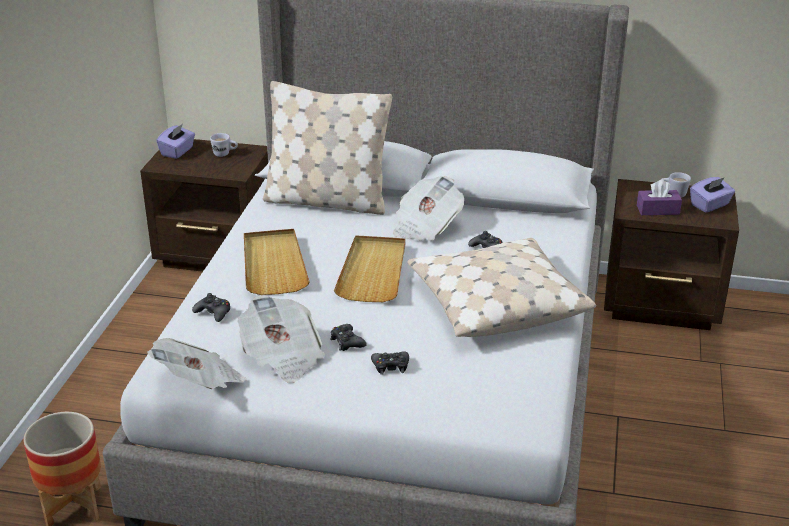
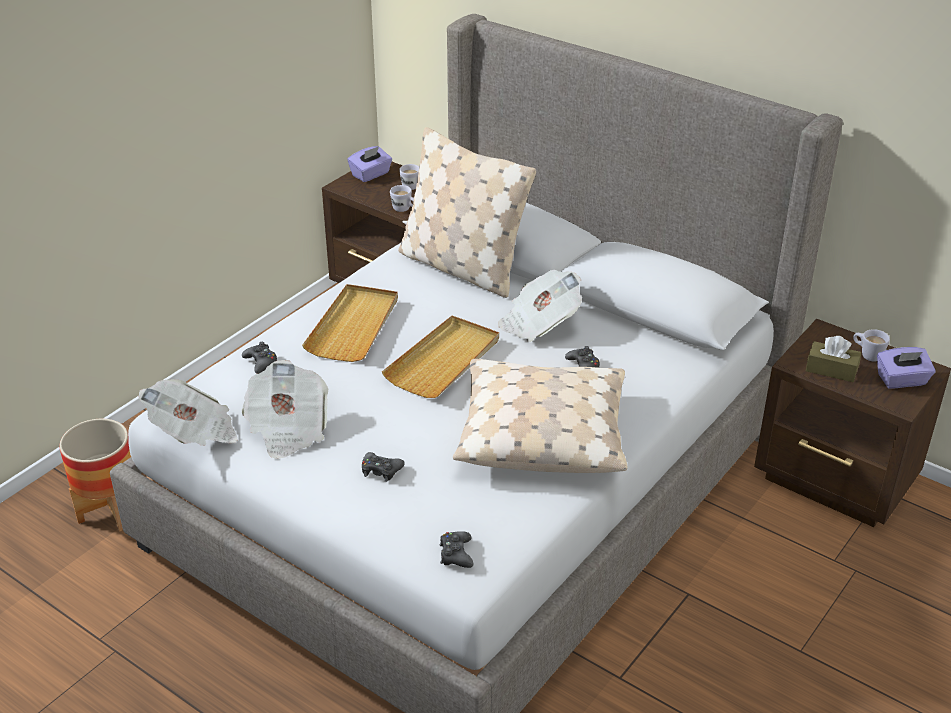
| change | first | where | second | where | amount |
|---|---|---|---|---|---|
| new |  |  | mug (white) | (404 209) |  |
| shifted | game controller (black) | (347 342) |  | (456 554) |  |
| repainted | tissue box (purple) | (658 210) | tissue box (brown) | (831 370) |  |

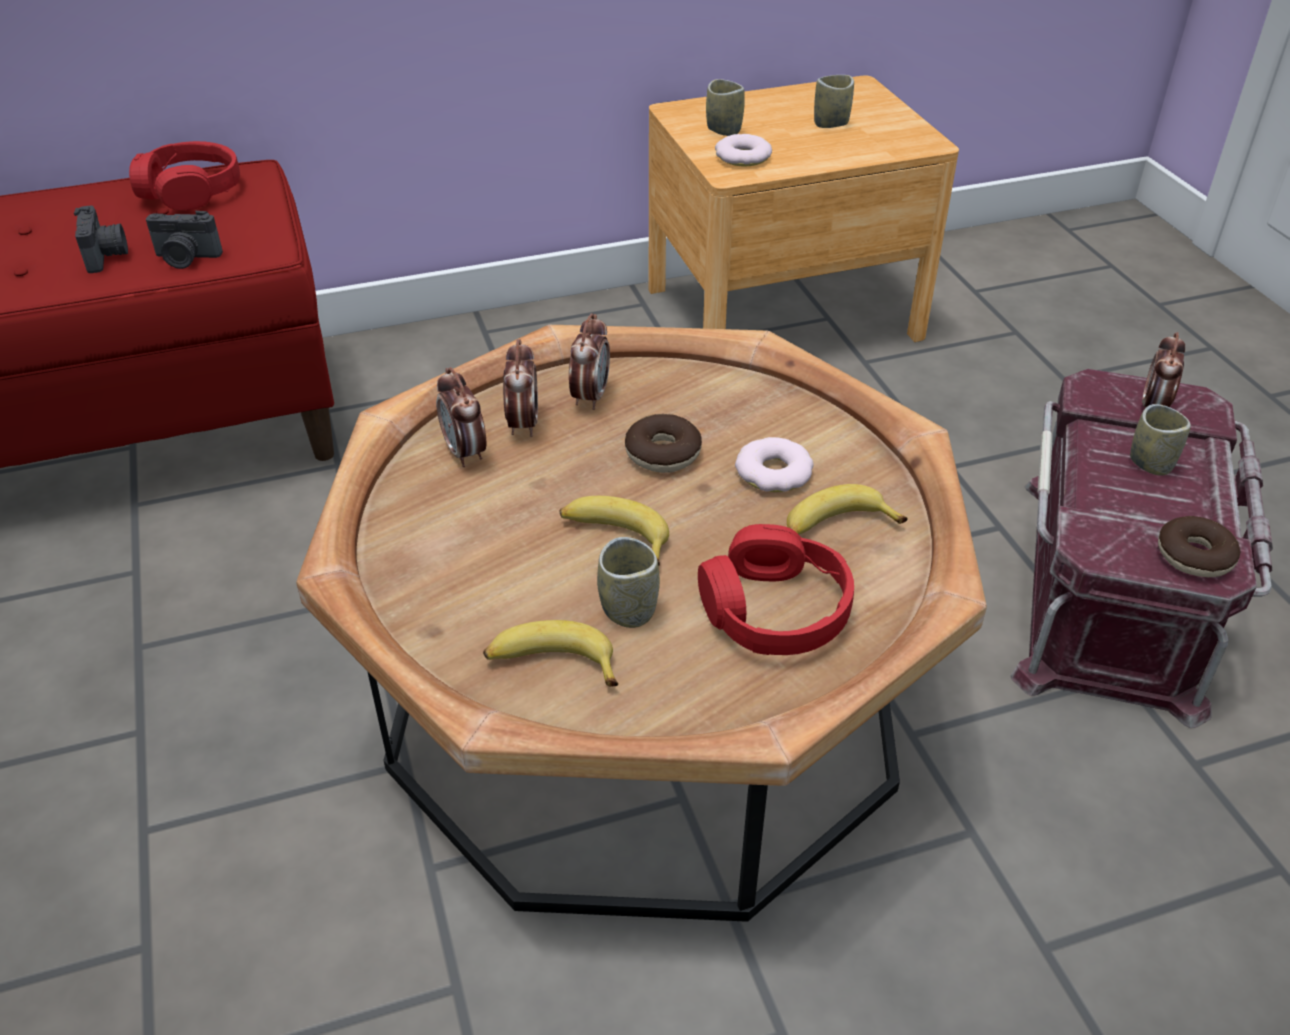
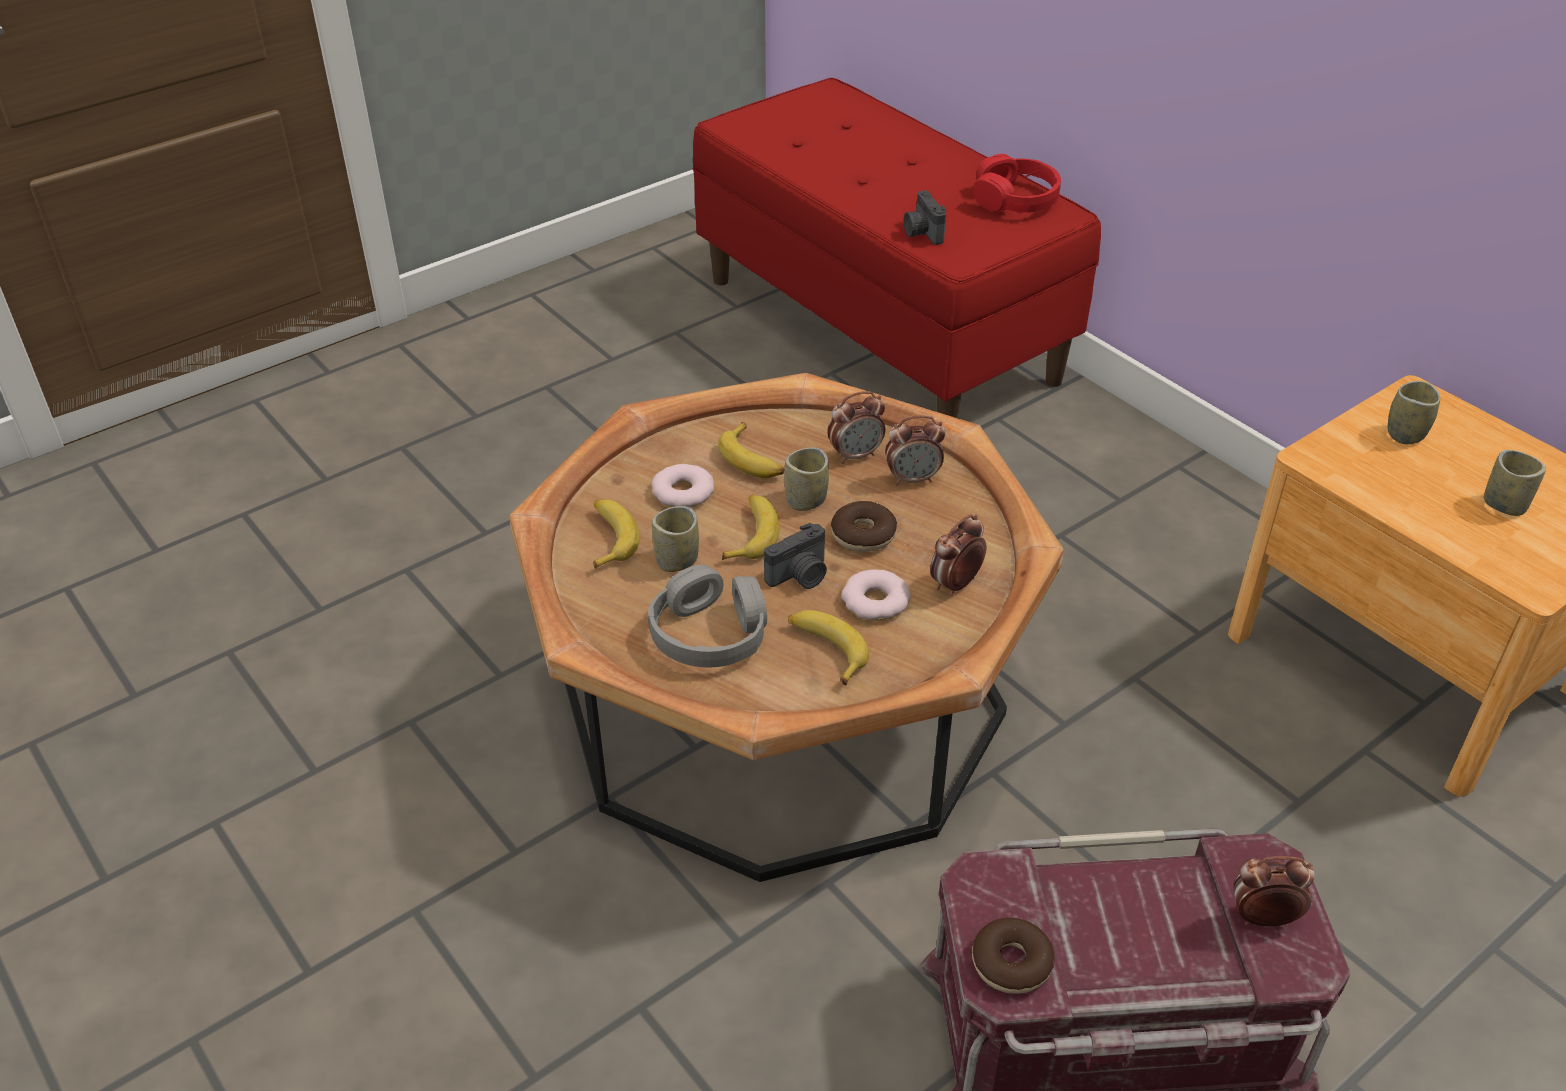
| change | first | where | second | where | amount |
|---|---|---|---|---|---|
| repainted | headphones (red) | (774 610) | headphones (grey) | (710 633) |  |
| shifted | donut | (743 157) |  | (682 492) |  |
| new |  |  | banana | (753 460) |  |
| shifted | photo camera | (107 255) |  | (800 576) |  |
| shifted | cup | (1151 463) |  | (806 500) |  |
| shifted | alarm clock | (465 453) |  | (955 584) |  |

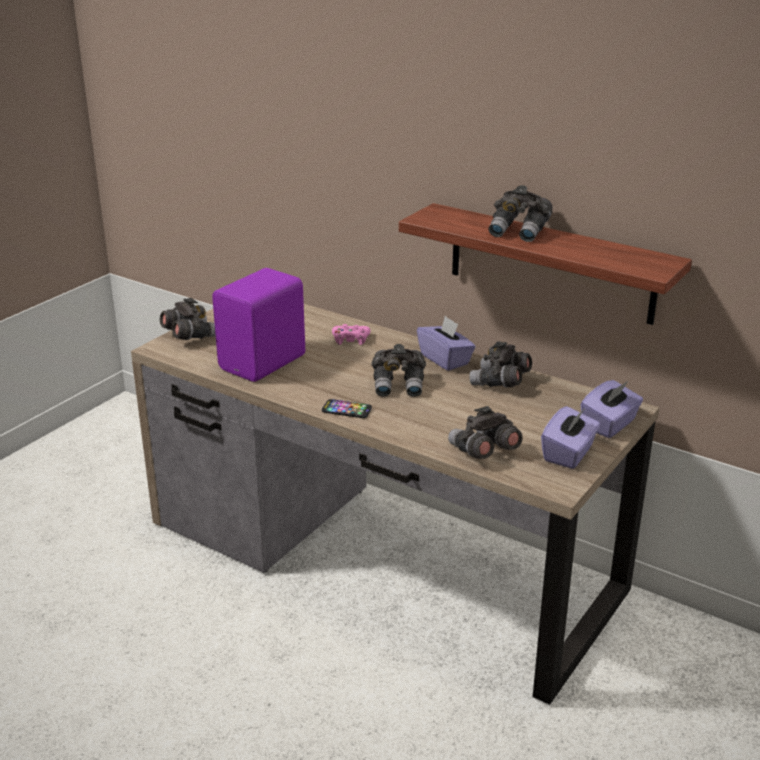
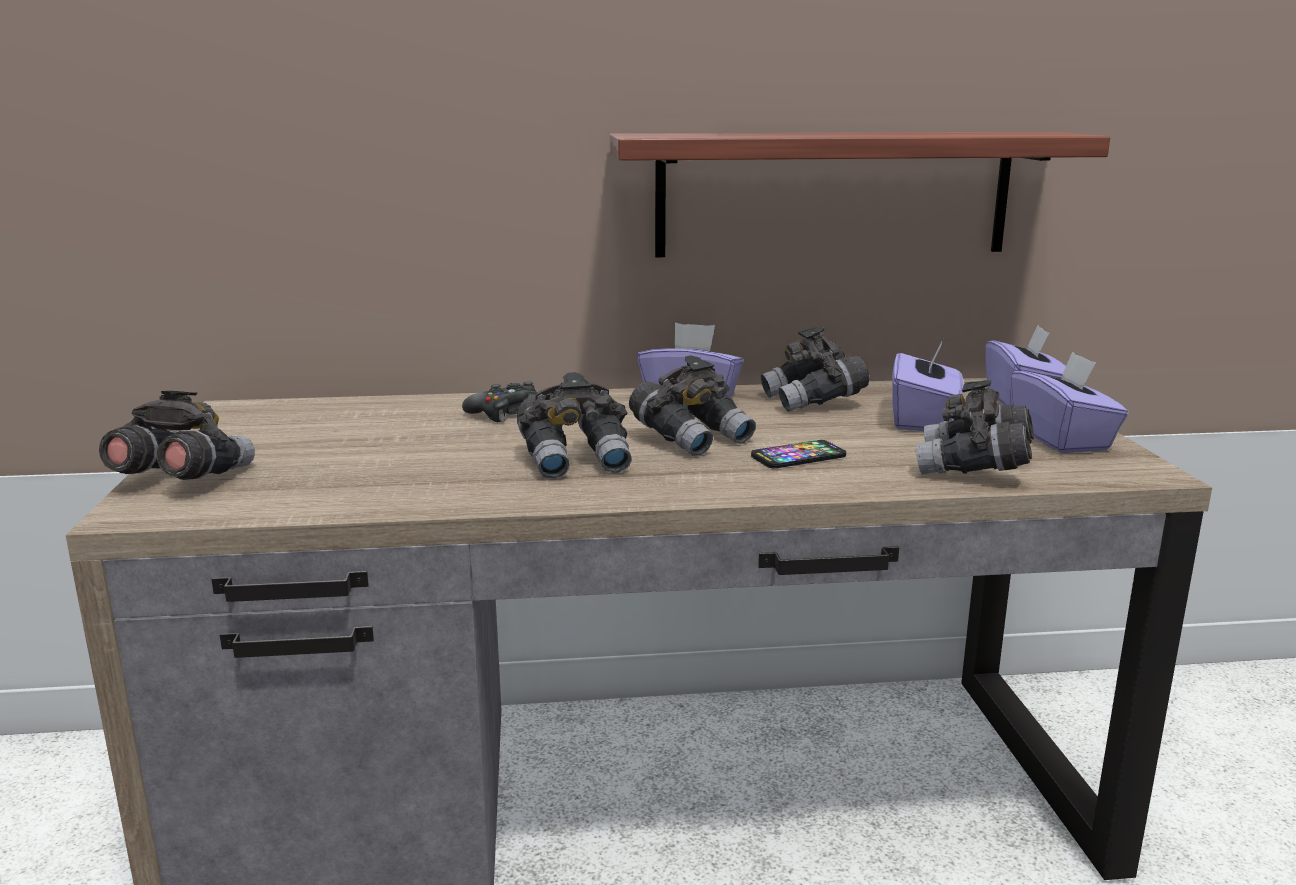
| change | first | where | second | where | amount |
|---|---|---|---|---|---|
| repainted | game controller (pink) | (350 339) | game controller (black) | (505 413) |  |
| shifted | binoculars (grey) | (519 232) |  | (576 461) |  |
| shifted | phone | (346 410) |  | (798 456) |  |
| new |  |  | tissue box (purple) | (923 420) |  |
| gone | speaker (purple) | (265 363) |  |  |  |

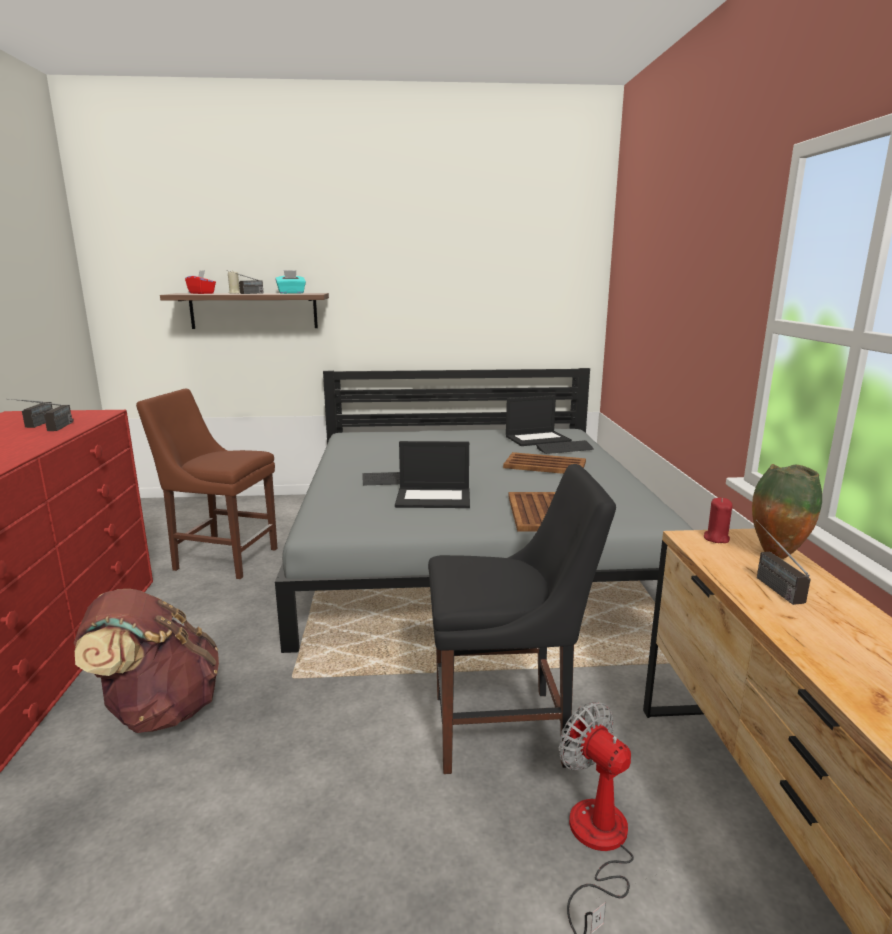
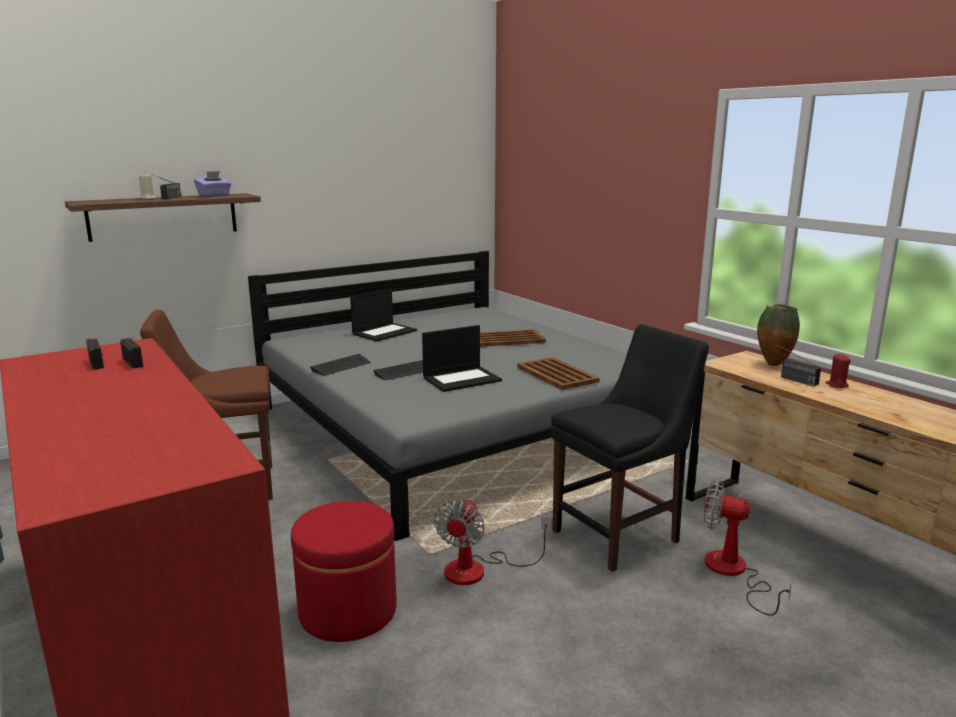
| change | first | where | second | where | amount |
|---|---|---|---|---|---|
| repainted | tissue box (turquoise) | (291 293) | tissue box (purple) | (214 195) |  |
| swapped | backpack (brown) | (159 710) | ottoman (red) | (348 611) |  |
| shifted | keyboard | (565 448) |  | (341 366) |  |
| shifted | laptop | (538 438) |  | (384 332) |  |
| new |  |  | fan | (478 569) |  |
| shifted | candle (red) | (716 538) |  | (836 385) |  |
| gone | tissue box (red) | (202 293) |  |  |  |

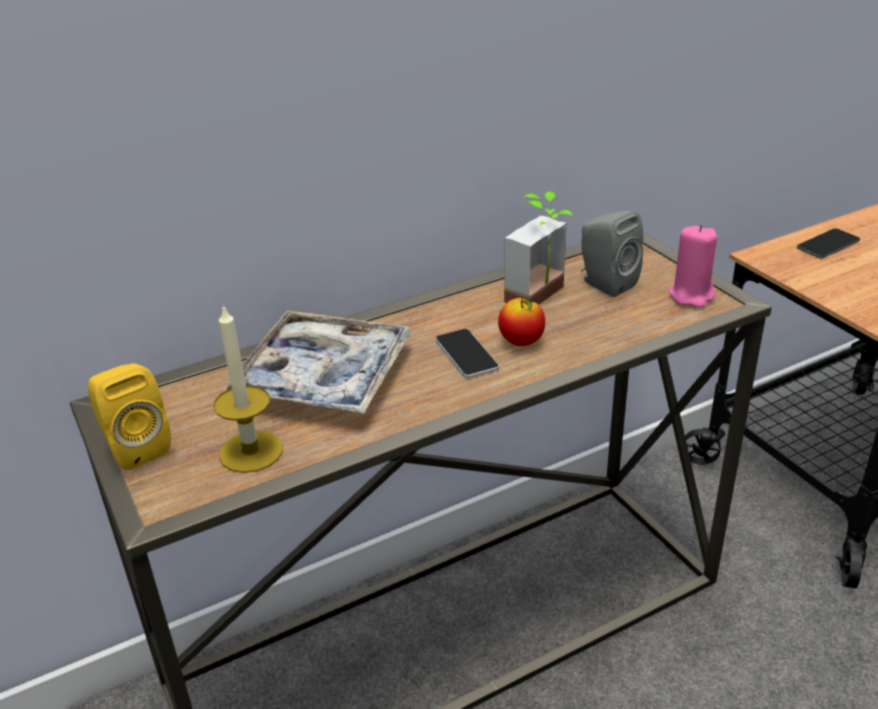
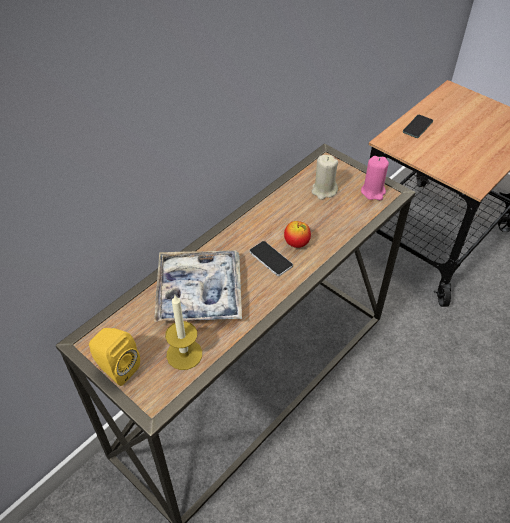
| change | first | where | second | where | amount |
|---|---|---|---|---|---|
| swapped | speaker (grey) | (605 283) | candle (beige) | (324 191) |  |
| gone | potted plant | (545 298) |  |  |  |

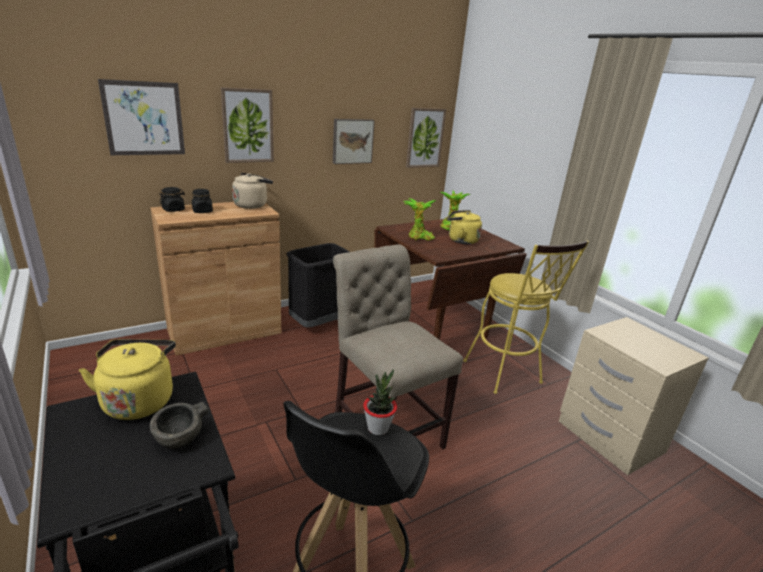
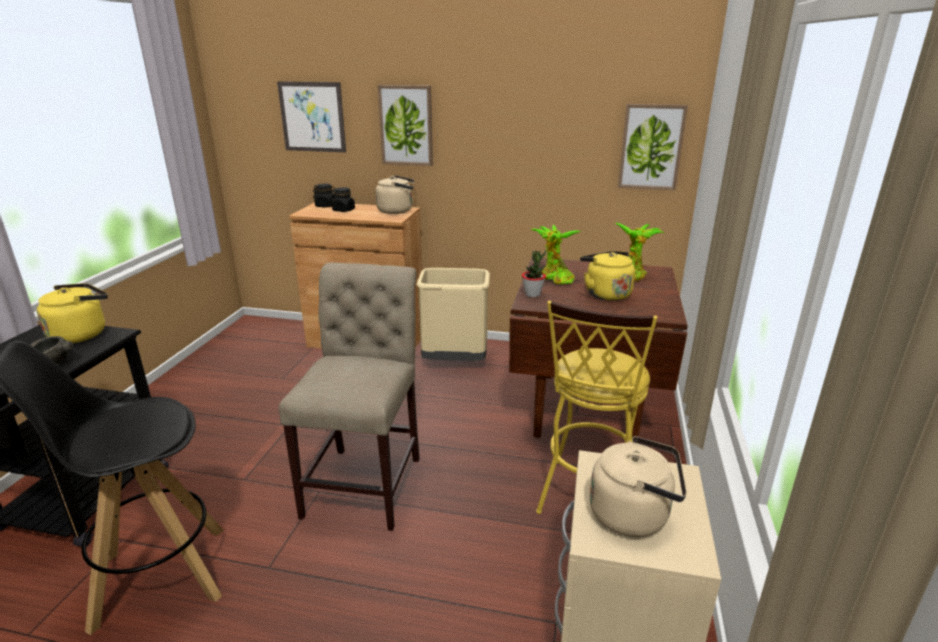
| change | first | where | second | where | amount |
|---|---|---|---|---|---|
| repainted | trash can (black) | (319 324) | trash can (beige) | (455 361) |  |
| shifted | potted plant | (378 428) |  | (532 294) |  |
| new |  |  | kettle (beige) | (633 515) |  |
| gone | picture | (352 141) |  |  |  |

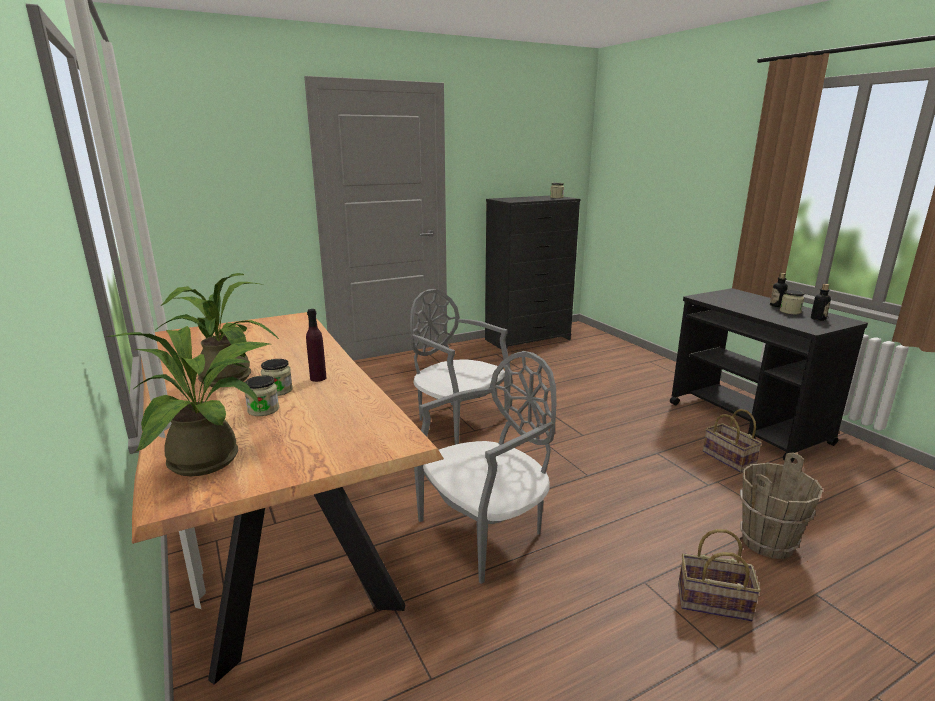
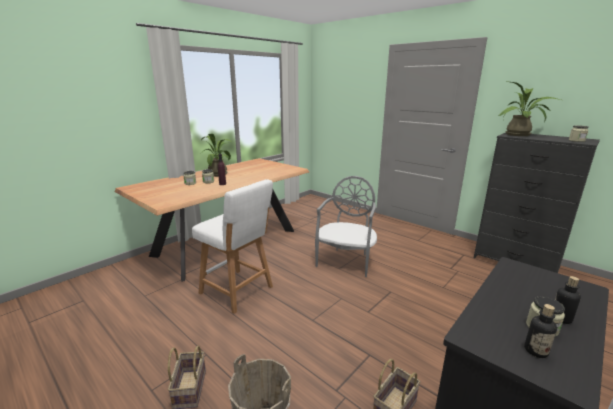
| change | first | where | second | where | amount |
|---|---|---|---|---|---|
| swapped | chair (grey) | (486 531) | stool (white) | (238 291) |  |
| shifted | potted plant | (213 458) |  | (521 135) |  |

